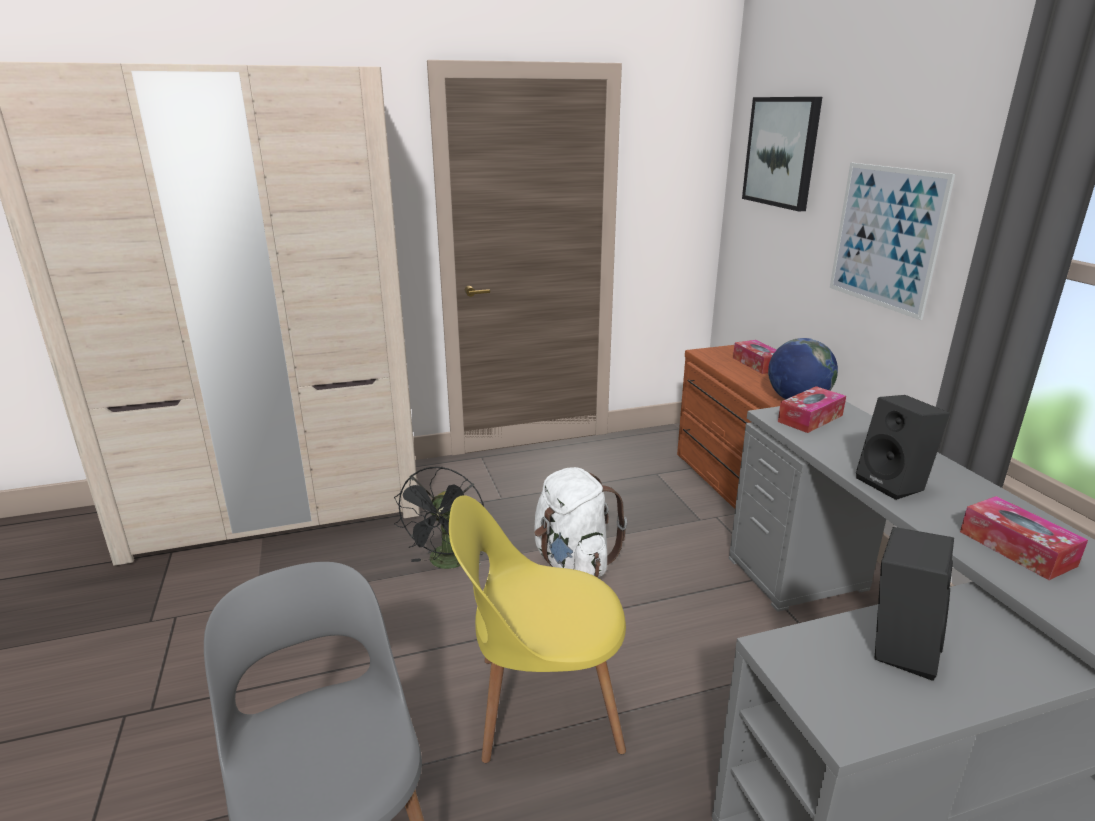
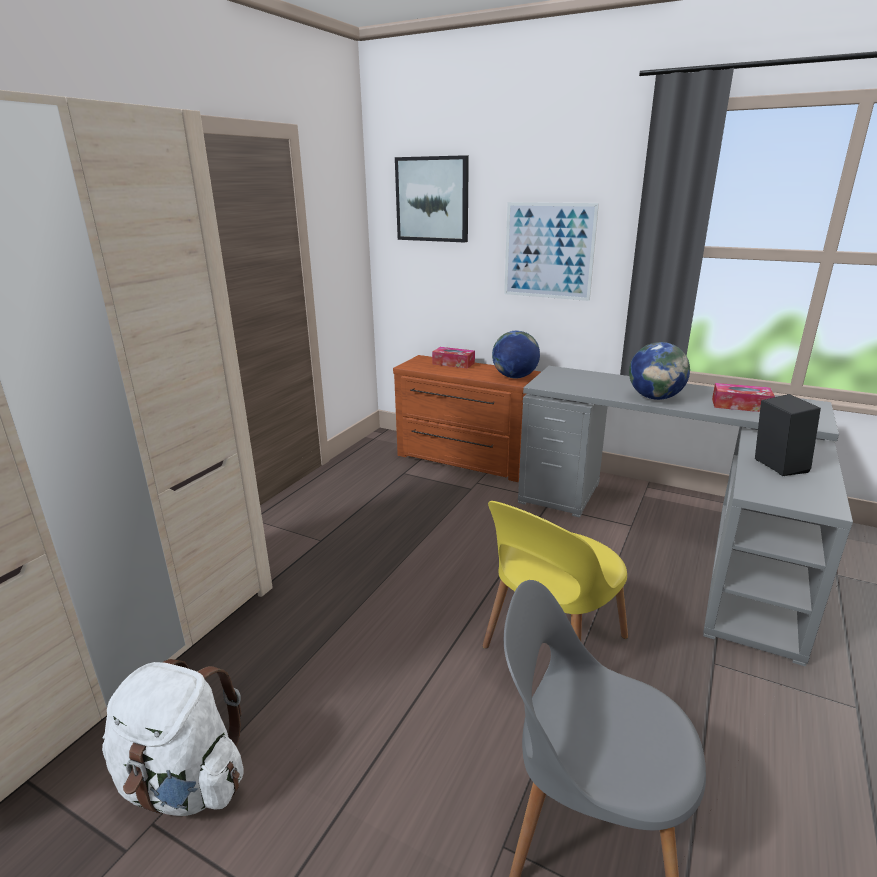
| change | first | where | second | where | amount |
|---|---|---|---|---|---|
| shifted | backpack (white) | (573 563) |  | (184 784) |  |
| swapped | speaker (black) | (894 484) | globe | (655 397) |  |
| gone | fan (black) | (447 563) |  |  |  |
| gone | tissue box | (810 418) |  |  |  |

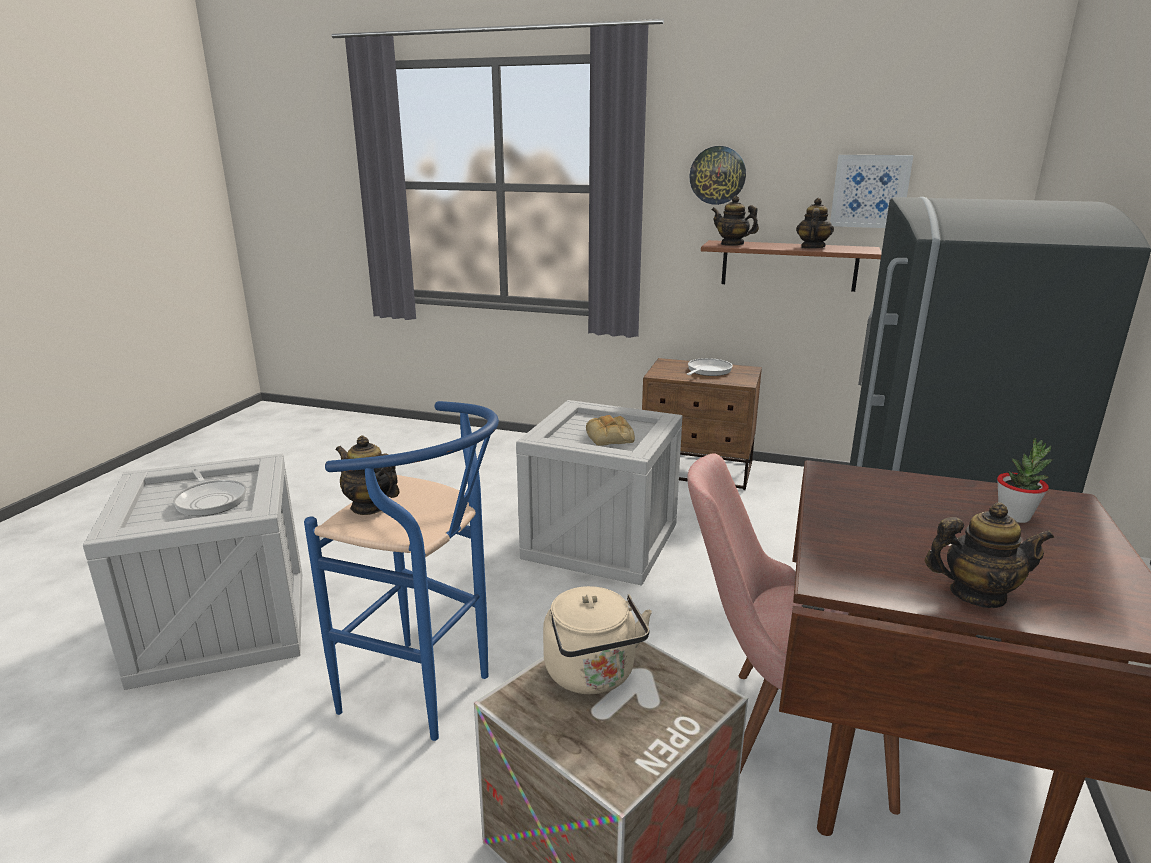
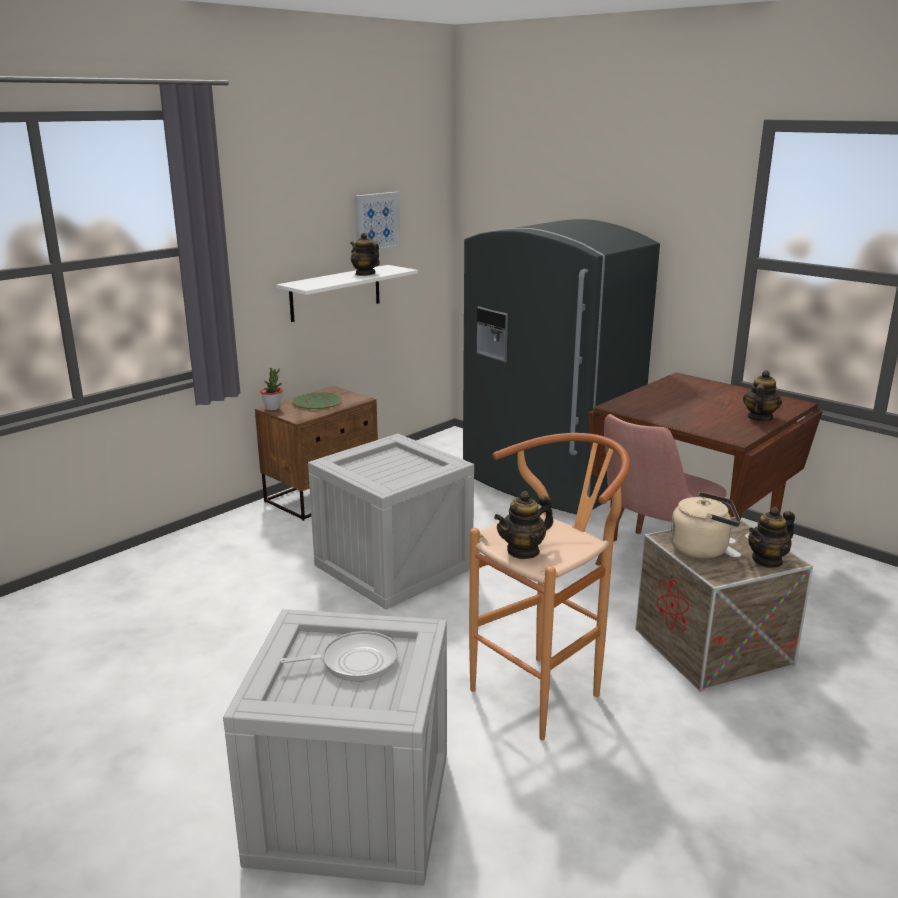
| change | first | where | second | where | amount |
|---|---|---|---|---|---|
| shifted | potted plant | (1014 516) |  | (272 408) |  |
| repainted | shelf (brown) | (789 265) | shelf (white) | (335 293) |  |
| swapped | frying pan | (707 371) | plate (green) | (317 402) |  |
| repainted | stool (blue) | (429 695) | stool (brown) | (546 689) |  |
| shifted | teapot | (732 244) |  | (767 560) |  |
| gone | bread | (610 438) |  |  |  |
| gone | wall clock | (717 175) |  |  |  |

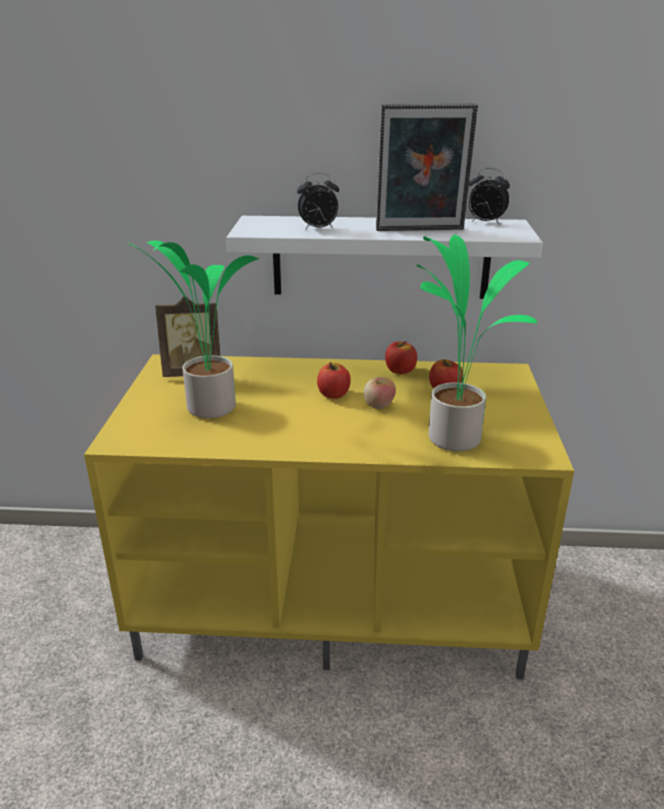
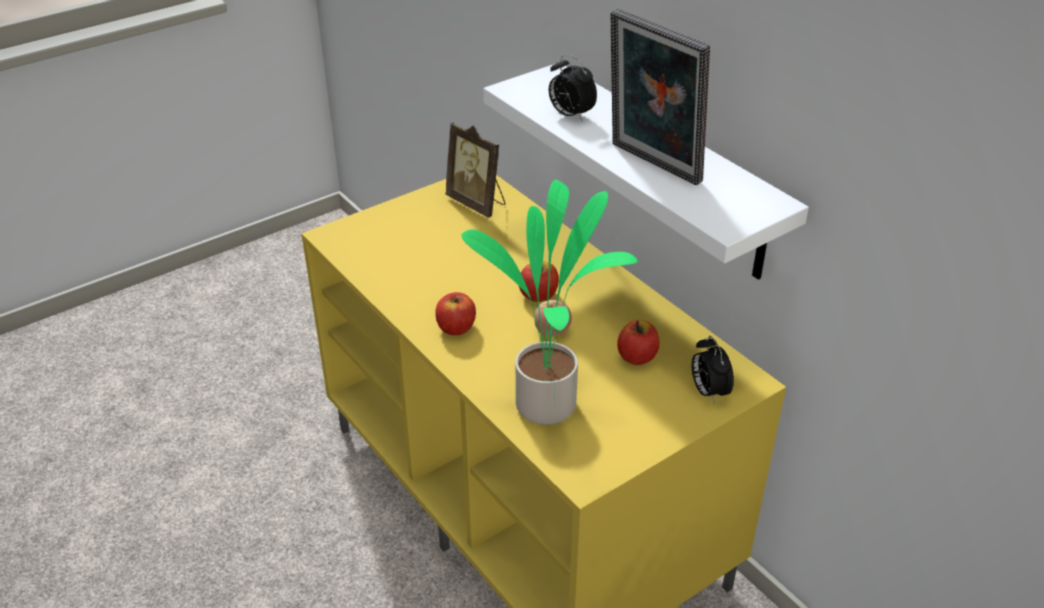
| change | first | where | second | where | amount |
|---|---|---|---|---|---|
| shifted | apple | (400 370) |  | (456 328) |  |
| shifted | alarm clock | (485 223) |  | (708 392) |  |
| gone | potted plant | (207 408) |  |  |  |

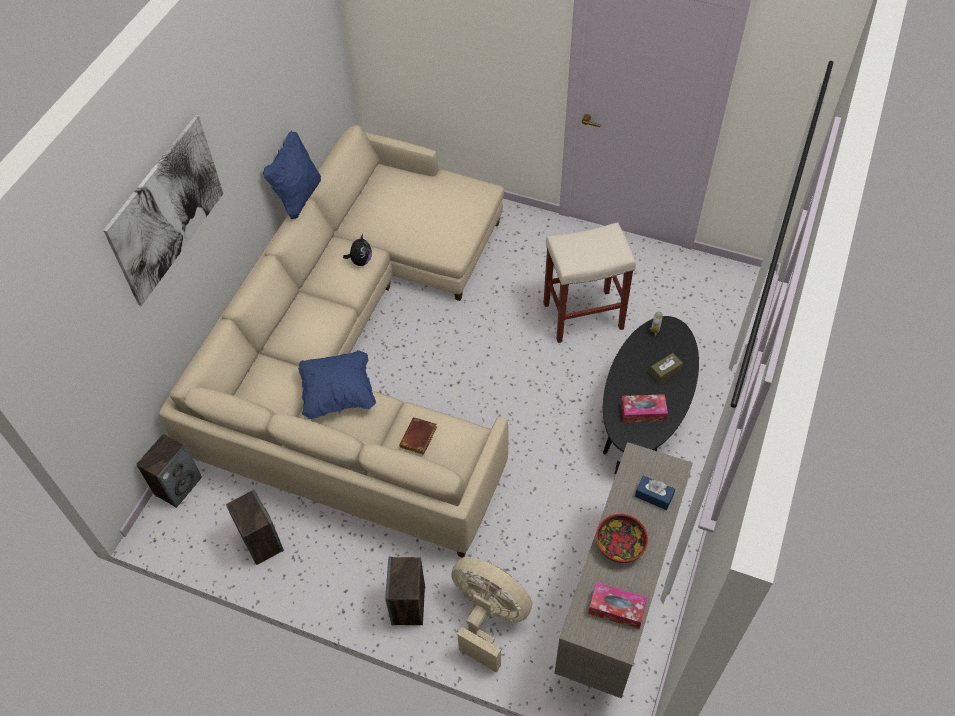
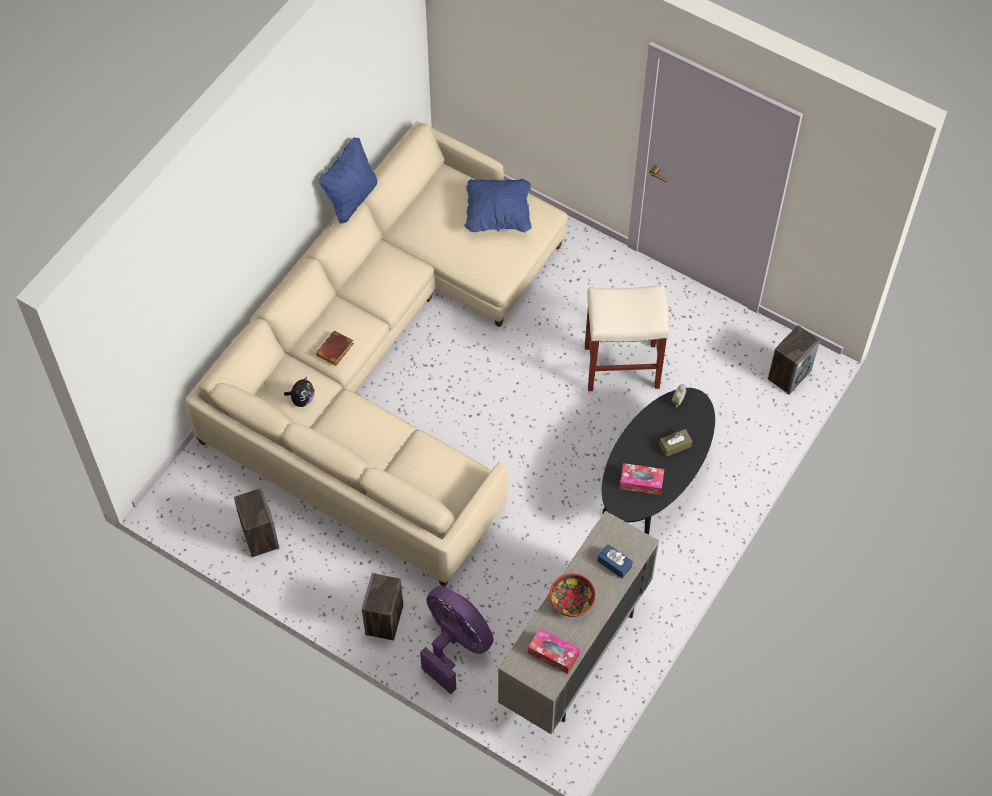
| change | first | where | second | where | amount |
|---|---|---|---|---|---|
| shifted | plush toy | (360 261) |  | (302 399) |  |
| shifted | book (brown) | (419 439) |  | (335 351) |  |
| repainted | fan (beige) | (488 617) | fan (purple) | (455 645) |  |
| shifted | pillow (blue) | (338 393) |  | (498 215) |  |
| shifted | speaker | (178 485) |  | (789 375) |  |
| gone | picture | (166 209) |  |  |  |

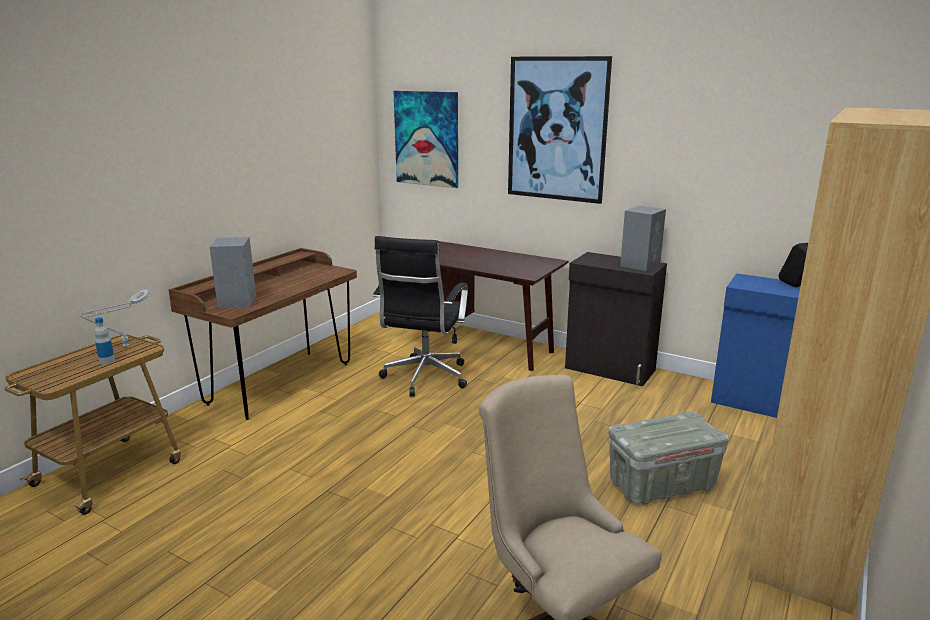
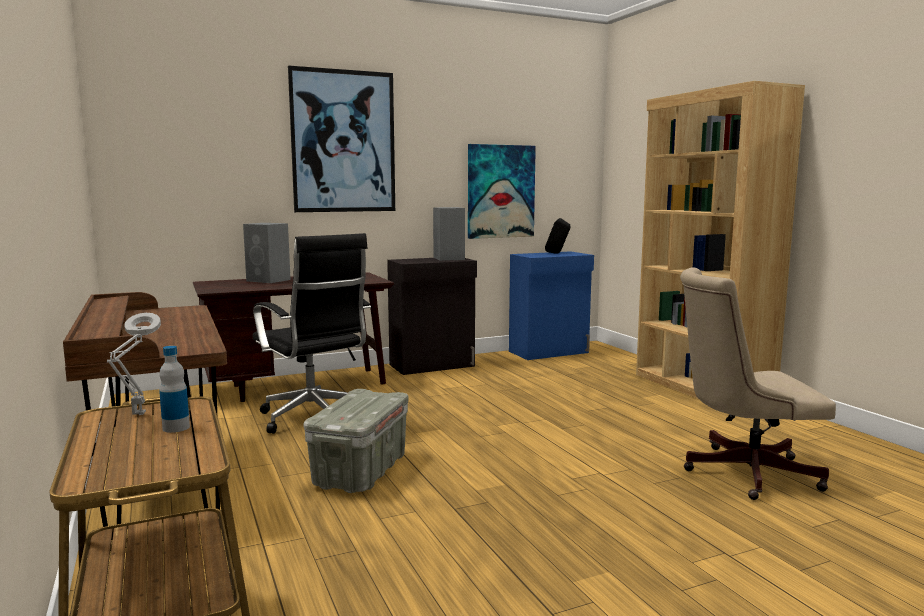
| change | first | where | second | where | amount |
|---|---|---|---|---|---|
| shifted | speaker (grey) | (237 302) |  | (269 280) |  |
| shifted | storage box (grey) | (662 484) |  | (360 471) |  |
| shifted | picture | (427 138) |  | (500 191) |  |

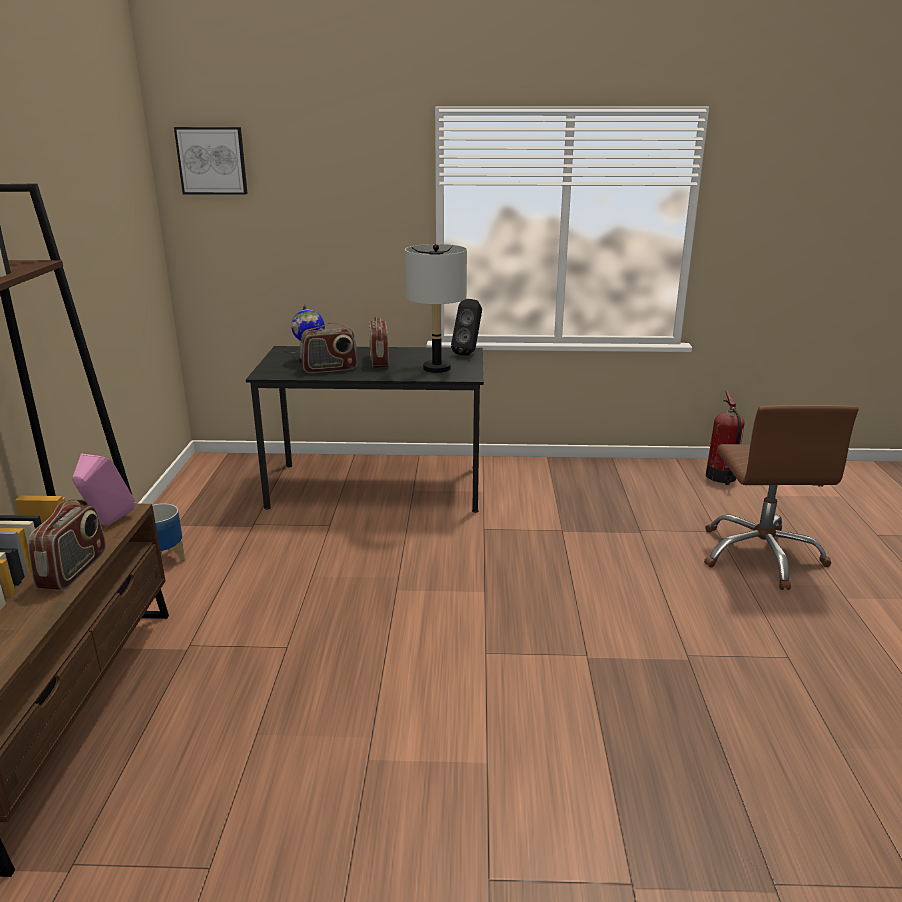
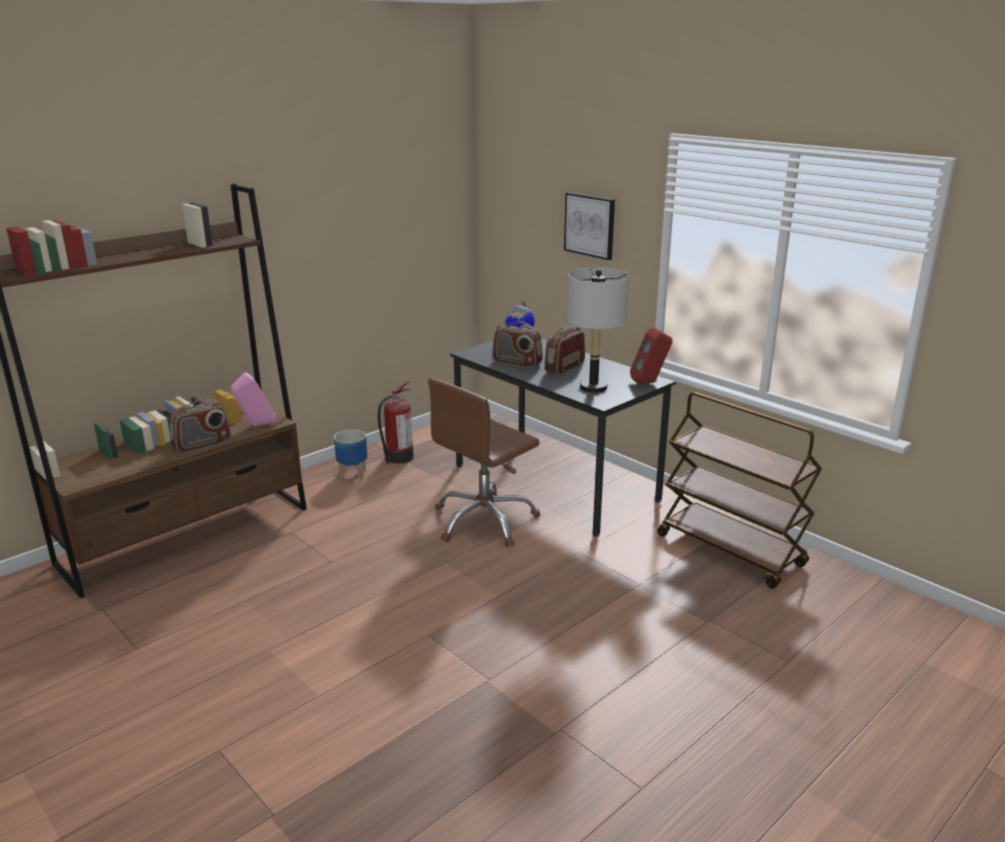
| change | first | where | second | where | amount |
|---|---|---|---|---|---|
| shifted | fire extinguisher | (721 477) |  | (398 458) |  |
| shifted | office chair (brown) | (761 555) |  | (484 520) |  |
| shifted | picture | (212 161) |  | (590 225) |  |
| repainted | speaker (black) | (469 353) | speaker (red) | (650 382) |  |
| new |  |  | cart (brown) | (731 551) |  |

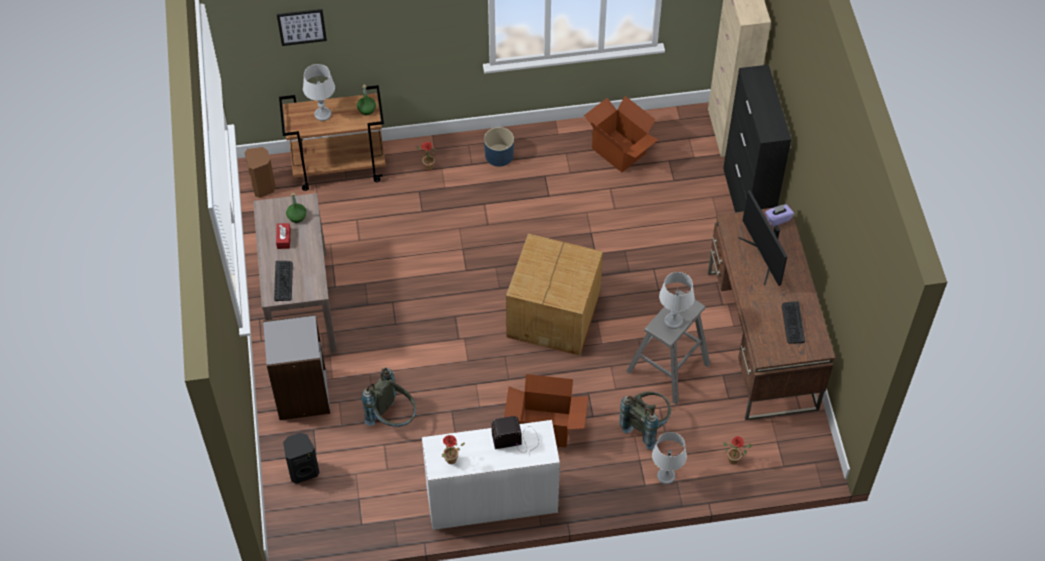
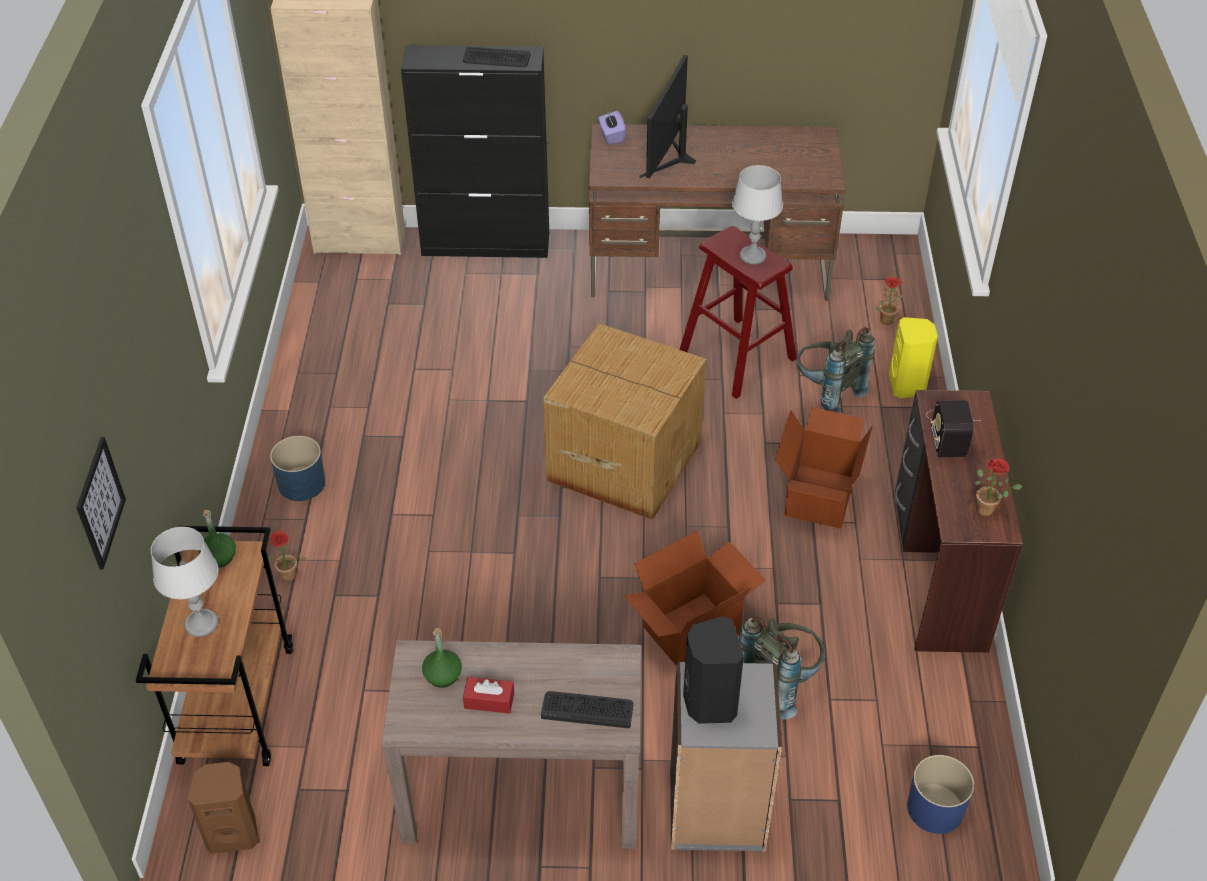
| change | first | where | second | where | amount |
|---|---|---|---|---|---|
| shifted | keyboard | (792 323) |  | (496 58) |  |
| shifted | cardboard box | (619 150) |  | (690 629) |  |
| rotated | monitor | (763 257) |  | (670 157) | 120 degrees clockwise |
| repainted | stool (grey) | (668 368) | stool (red) | (736 357) |  |
| shifted | speaker (black) | (303 470) |  | (708 702) |  |
| swapped | table lamp (grey) | (666 476) | speaker (yellow) | (907 385) |  |
| repainted | desk (white) | (491 499) | desk (brown) | (937 574) |  |
| new |  |  | planter (blue) | (935 809) |  |

